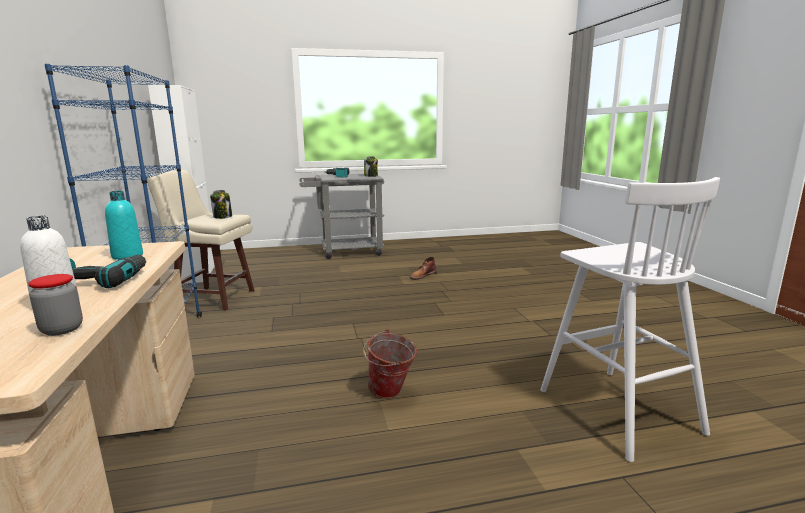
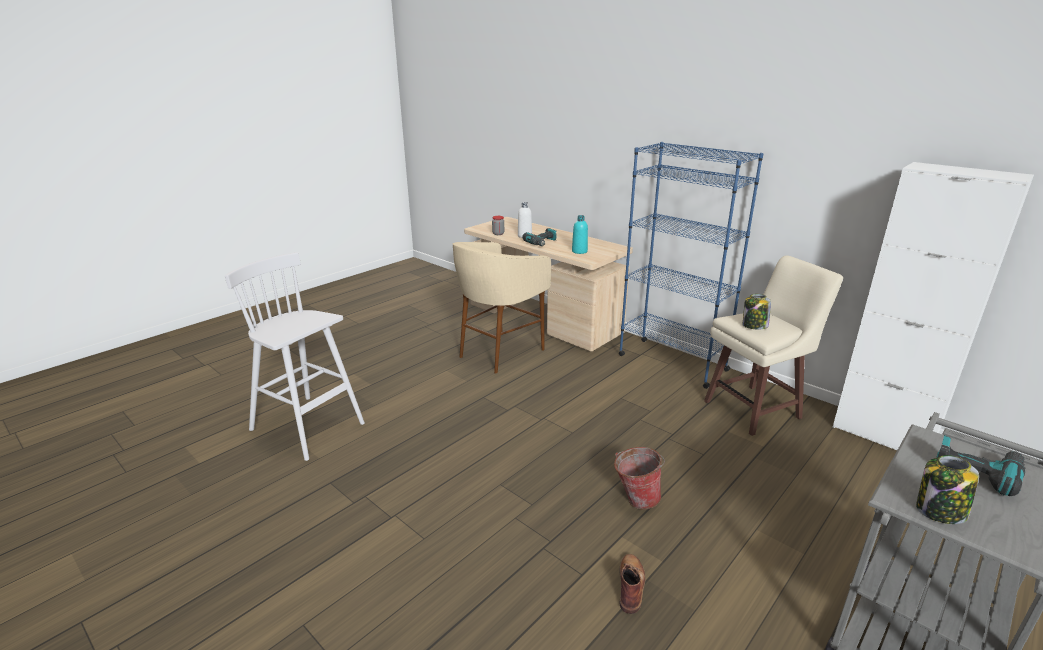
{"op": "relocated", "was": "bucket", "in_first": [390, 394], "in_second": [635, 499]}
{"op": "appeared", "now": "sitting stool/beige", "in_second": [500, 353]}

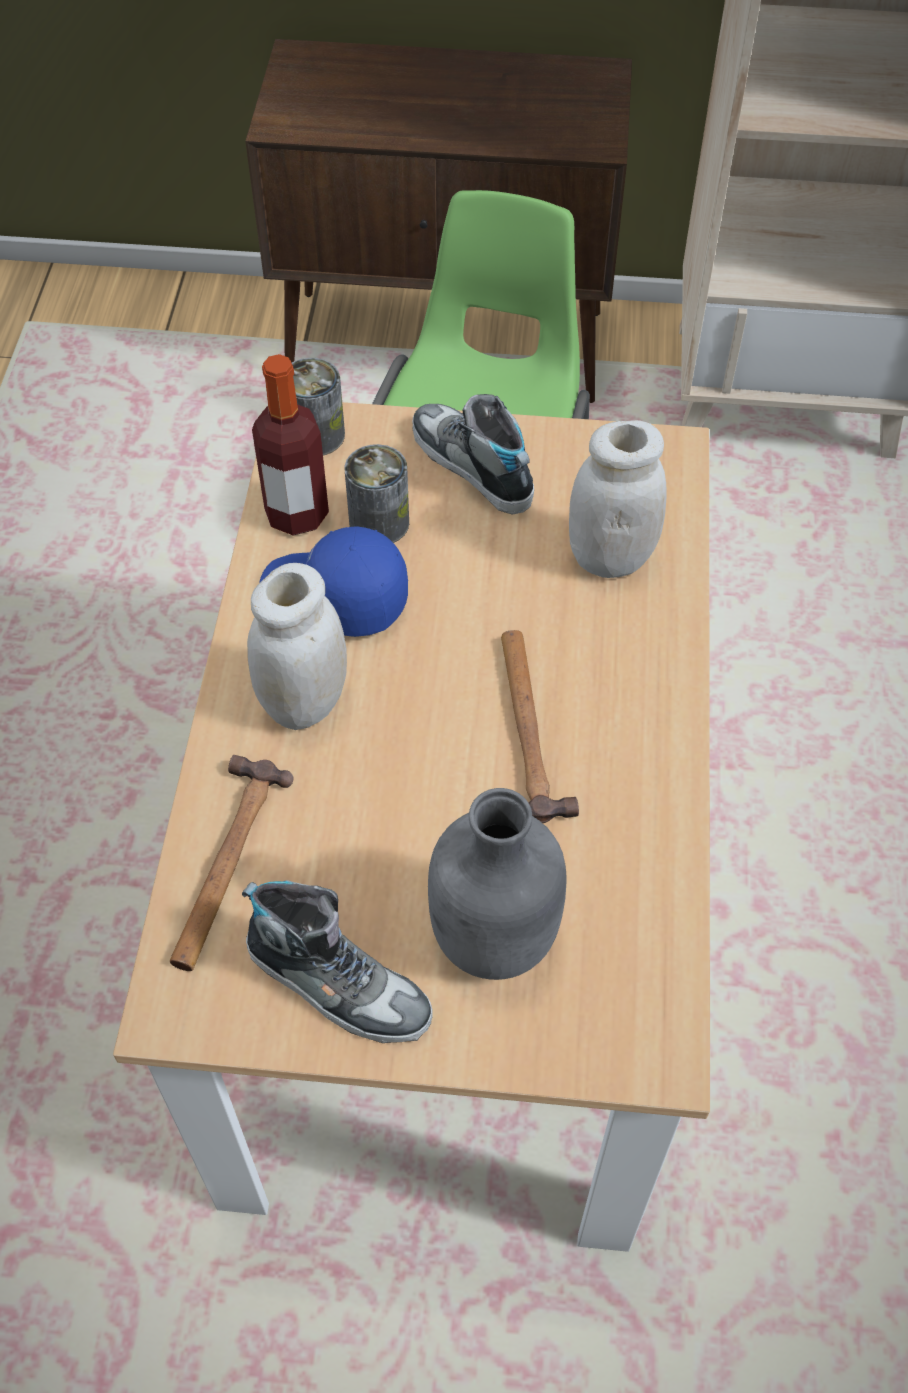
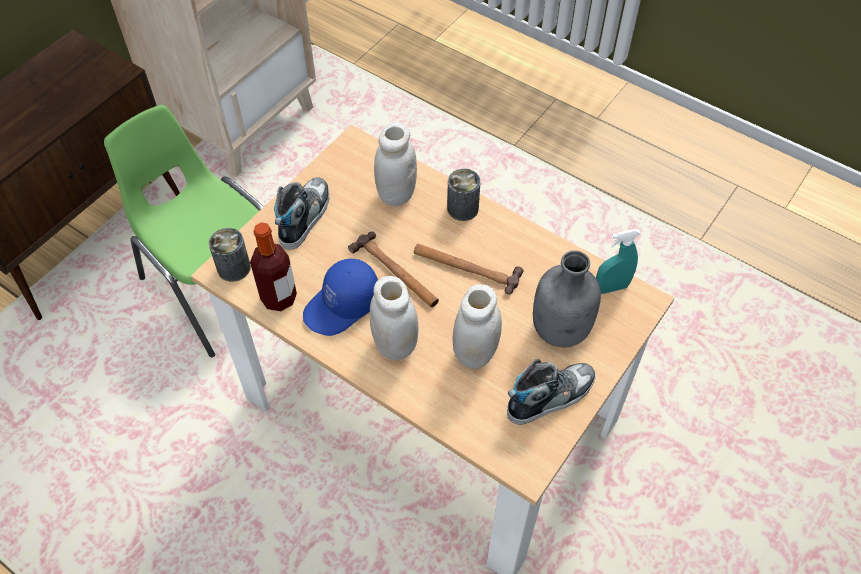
{"op": "spun", "was": "shoe", "in_first": [472, 466], "in_second": [304, 216], "clockwise": 120}
{"op": "relocated", "was": "sealed can", "in_first": [379, 523], "in_second": [462, 208]}
{"op": "relocated", "was": "hand hammer", "in_first": [225, 864], "in_second": [395, 273]}
{"op": "appeared", "now": "spray bottle/turquoise", "in_second": [611, 287]}
{"op": "appeared", "now": "jar/whitish", "in_second": [475, 353]}

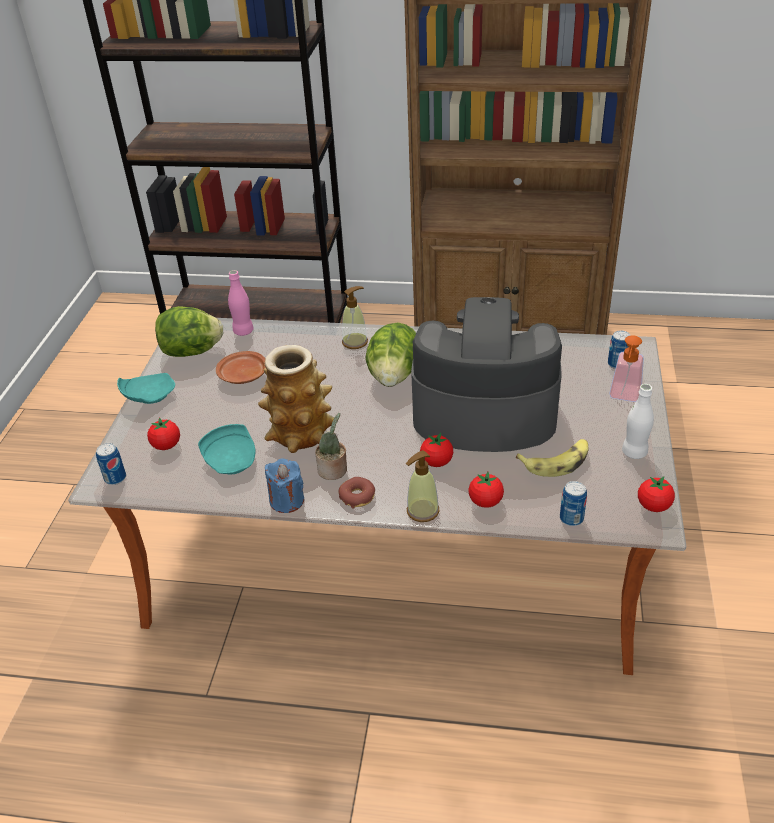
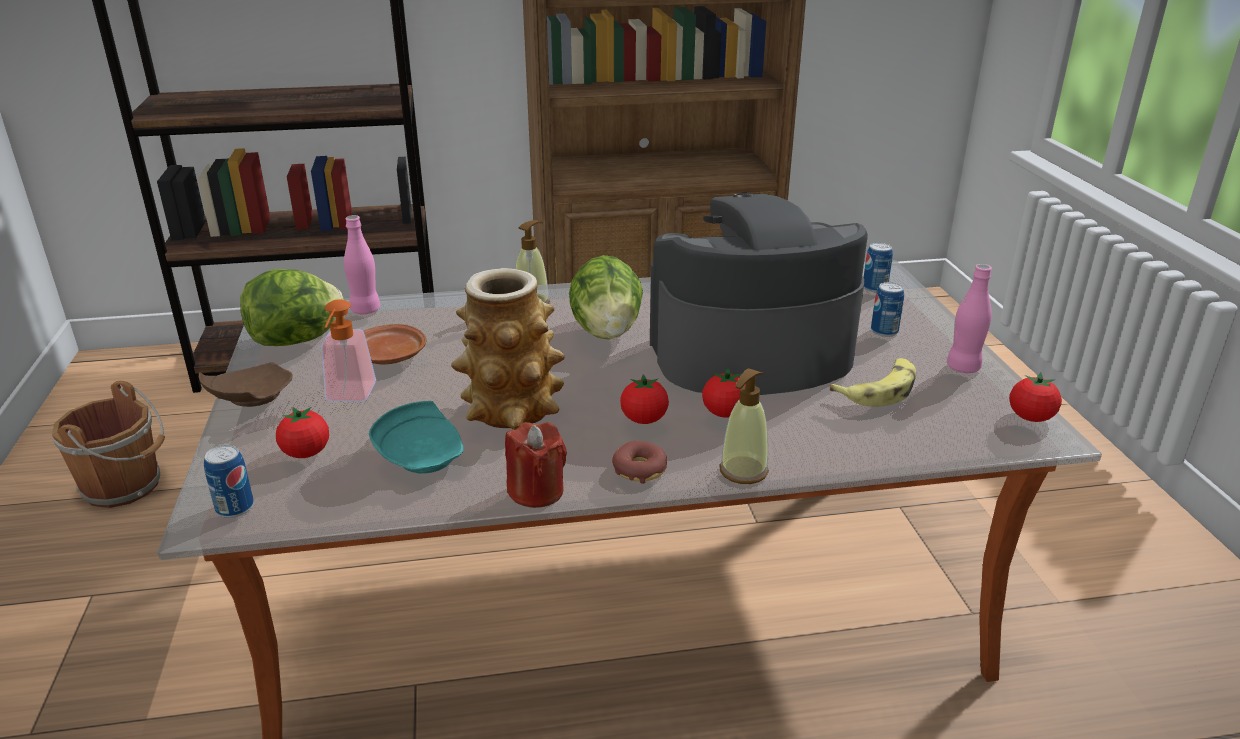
{"op": "relocated", "was": "liquid soap bottle", "in_first": [624, 396], "in_second": [349, 397]}
{"op": "colour", "was": "dinner plate/turquoise", "now": "dinner plate/brownish", "in_first": [148, 396], "in_second": [249, 398]}
{"op": "colour", "was": "bottle/whitish", "now": "bottle/pink-coloured", "in_first": [634, 452], "in_second": [963, 367]}
{"op": "missing", "was": "plant in a pot", "in_first": [334, 471]}
{"op": "colour", "was": "wax candle/bluish", "now": "wax candle/red-coloured", "in_first": [287, 500], "in_second": [536, 491]}
{"op": "relocated", "was": "whole tomato", "in_first": [485, 501], "in_second": [644, 419]}
{"op": "relocated", "was": "sealed can", "in_first": [571, 518], "in_second": [884, 331]}
{"op": "appeared", "now": "bucket/brownish", "in_second": [126, 486]}

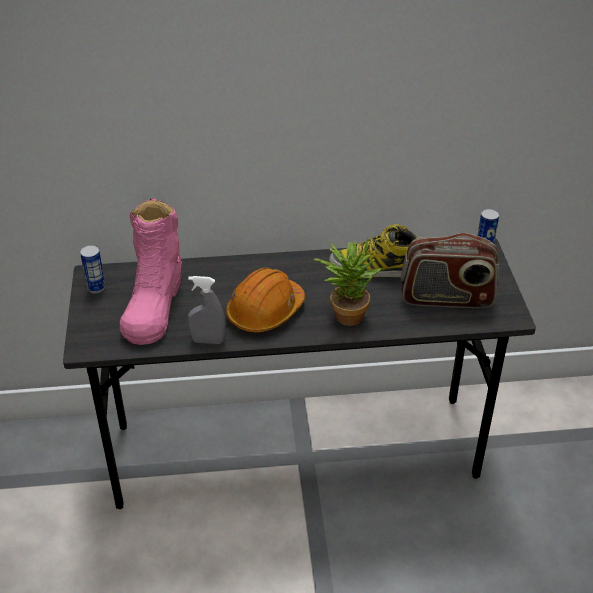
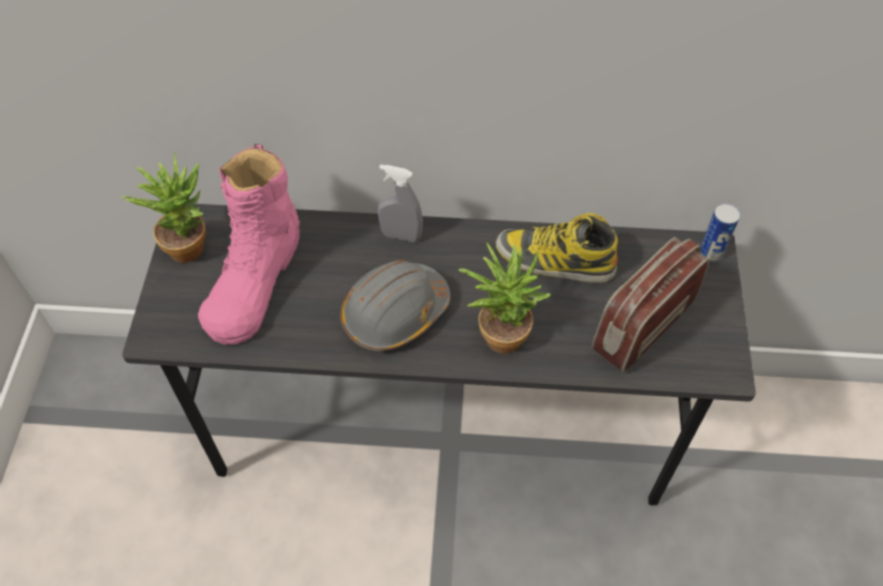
{"op": "spun", "was": "radio set", "in_first": [446, 298], "in_second": [642, 326], "clockwise": 120}
{"op": "exchanged", "was": "sealed can", "now": "plant in a pot", "in_first": [96, 288], "in_second": [188, 243]}
{"op": "colour", "was": "safety helmet/orangey", "now": "safety helmet/grey", "in_first": [265, 312], "in_second": [395, 313]}
{"op": "relocated", "was": "spray bottle/grey", "in_first": [208, 341], "in_second": [401, 235]}

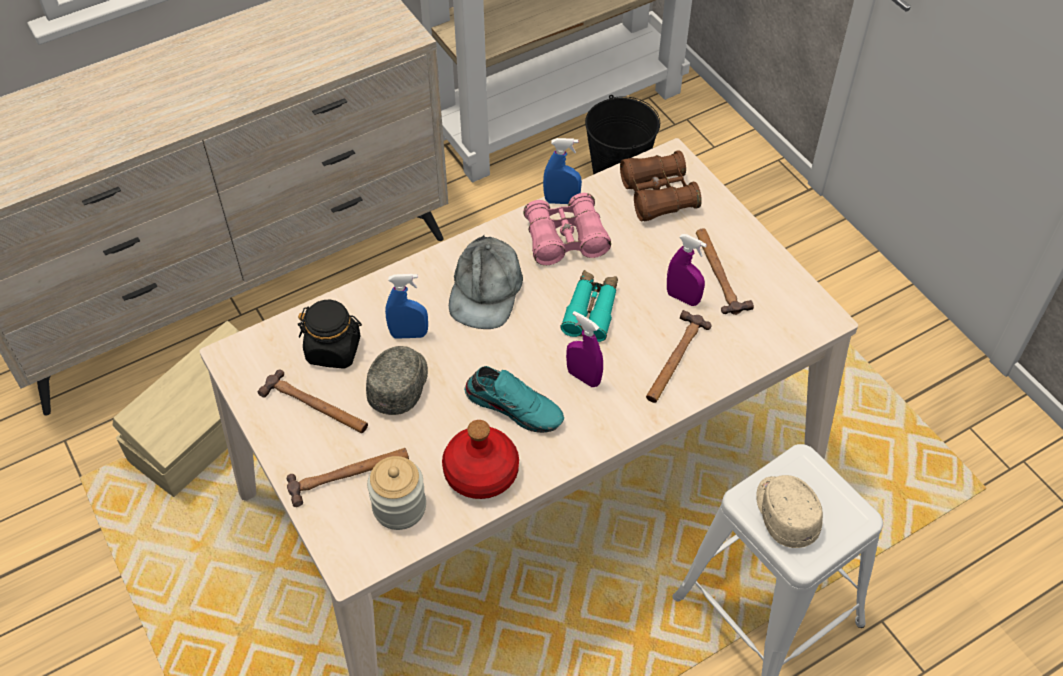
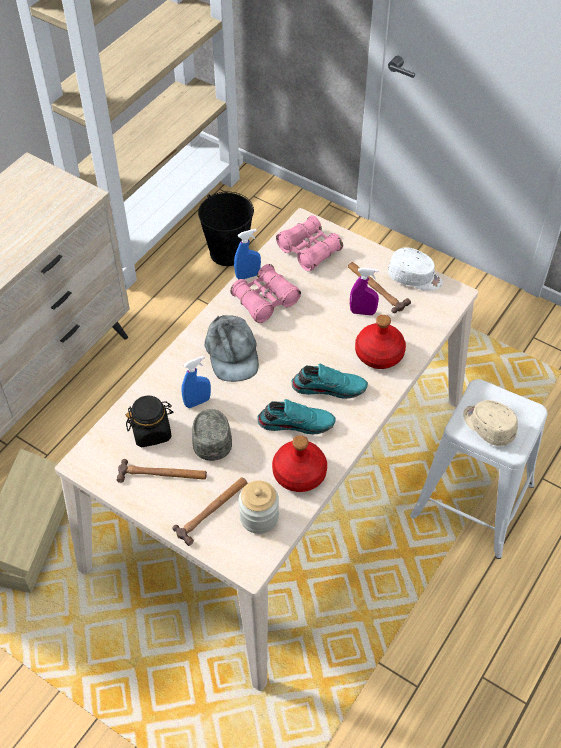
{"op": "colour", "was": "field glasses/brownish", "now": "field glasses/pink-coloured", "in_first": [658, 195], "in_second": [309, 250]}
{"op": "missing", "was": "field glasses/turquoise", "in_first": [591, 310]}
{"op": "exchanged", "was": "hand hammer", "now": "bottle/red-coloured", "in_first": [674, 359], "in_second": [379, 353]}
{"op": "exchanged", "was": "spray bottle/purplish", "now": "shoe/turquoise", "in_first": [583, 377], "in_second": [329, 386]}
{"op": "appeared", "now": "baseball cap/whitish", "in_second": [415, 277]}

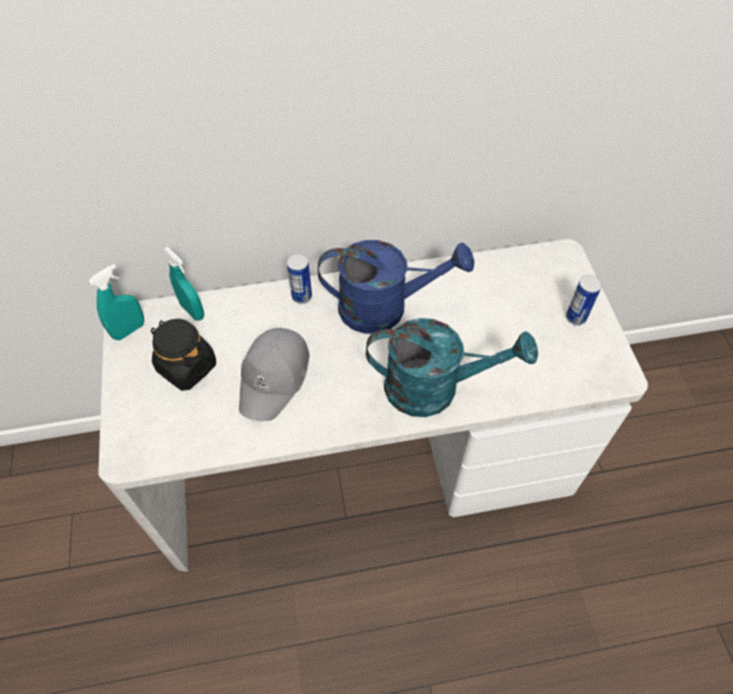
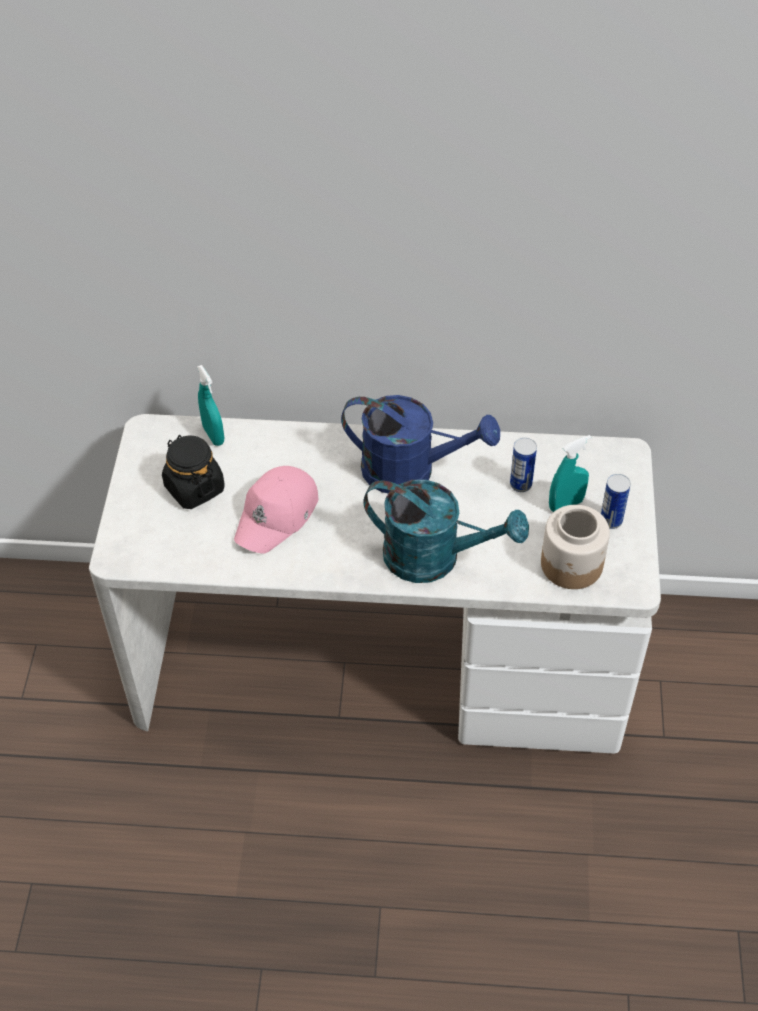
{"op": "relocated", "was": "sealed can", "in_first": [302, 296], "in_second": [520, 484]}
{"op": "relocated", "was": "spray bottle/turquoise", "in_first": [129, 330], "in_second": [566, 504]}
{"op": "colour", "was": "baseball cap/grey", "now": "baseball cap/pink-coloured", "in_first": [275, 377], "in_second": [278, 515]}
{"op": "appeared", "now": "jar", "in_second": [572, 565]}

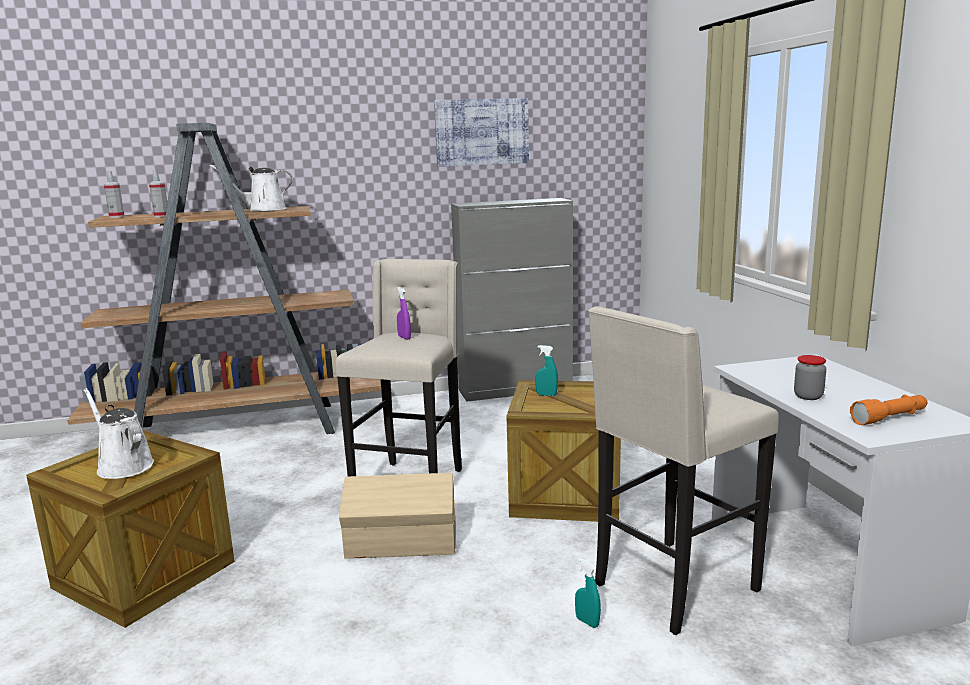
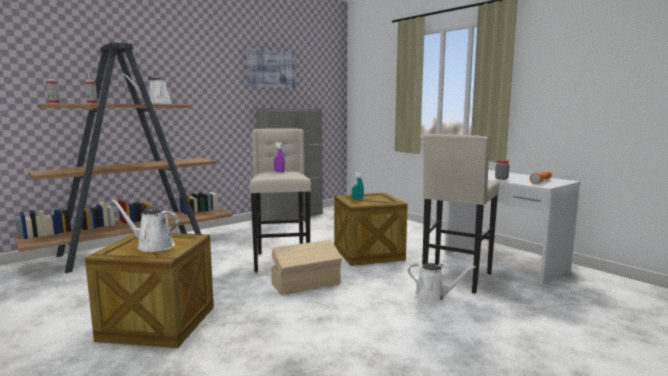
{"op": "exchanged", "was": "spray bottle/turquoise", "now": "watering can/whitish", "in_first": [587, 622], "in_second": [433, 296]}

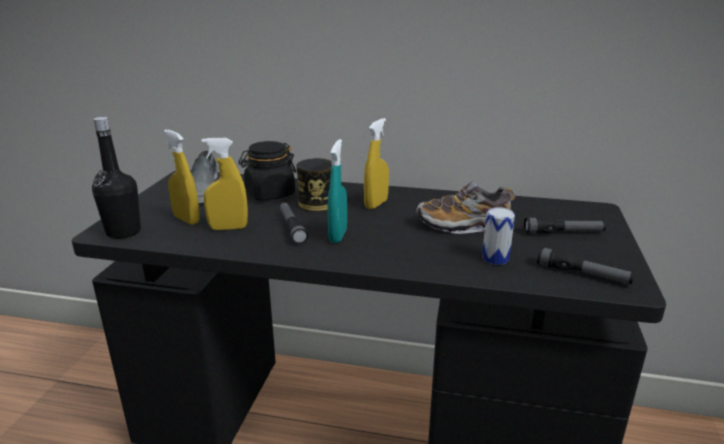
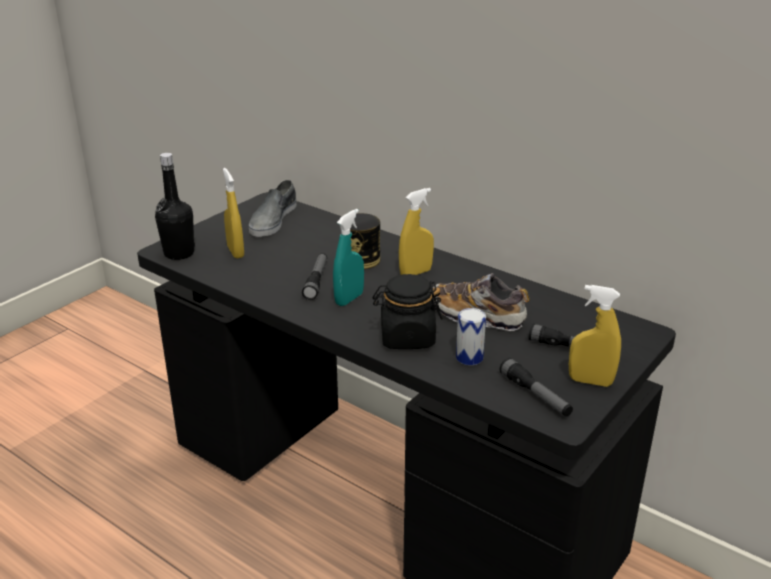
{"op": "relocated", "was": "spray bottle/yellowish", "in_first": [228, 228], "in_second": [590, 381]}
{"op": "relocated", "was": "jar/black", "in_first": [270, 194], "in_second": [407, 337]}

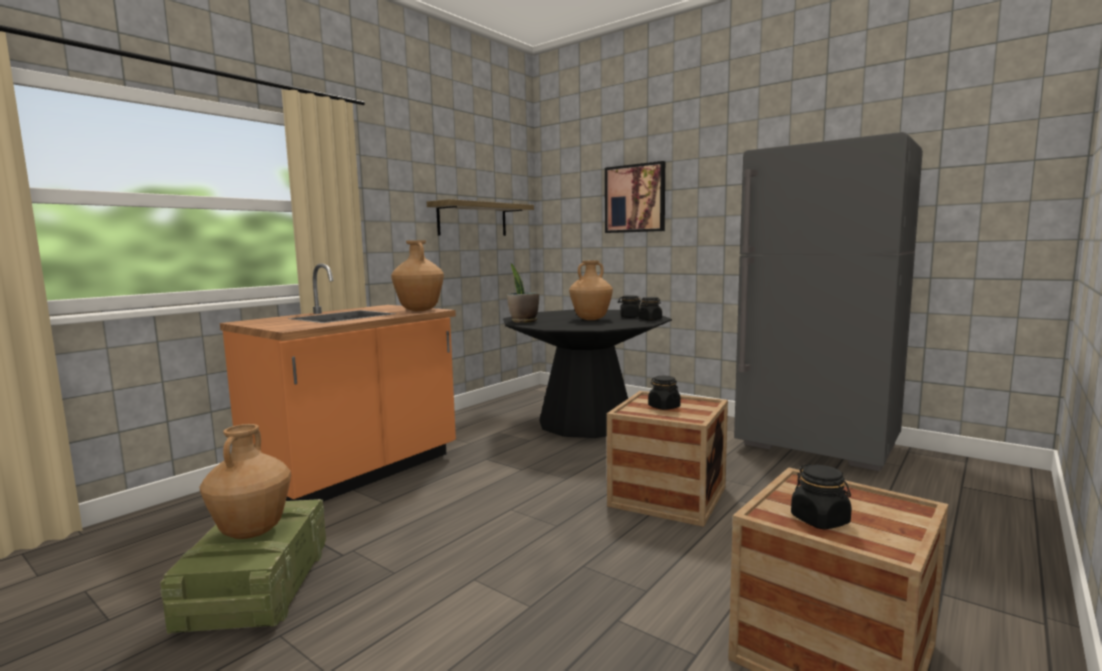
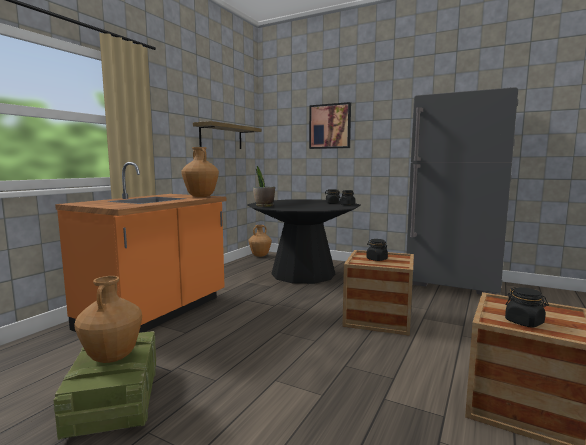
{"op": "relocated", "was": "decorative vase/brownish", "in_first": [591, 319], "in_second": [260, 256]}

